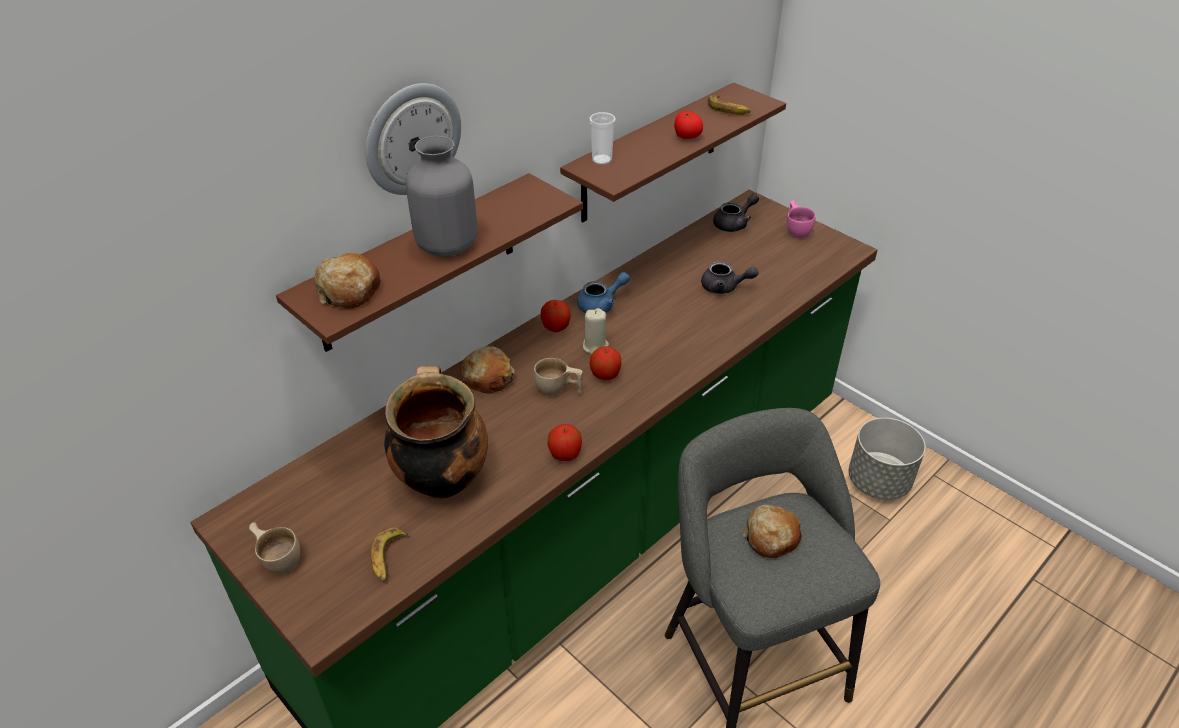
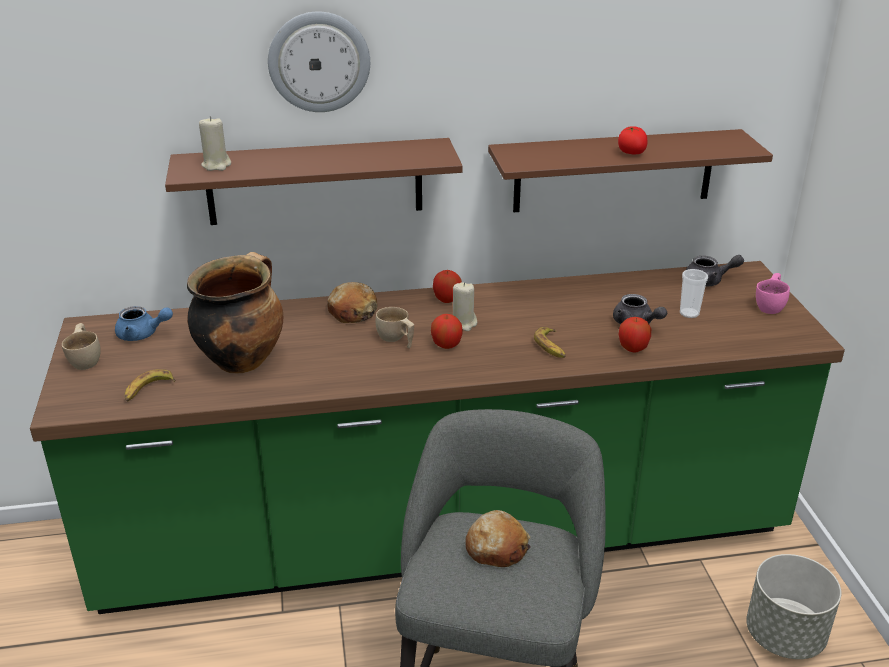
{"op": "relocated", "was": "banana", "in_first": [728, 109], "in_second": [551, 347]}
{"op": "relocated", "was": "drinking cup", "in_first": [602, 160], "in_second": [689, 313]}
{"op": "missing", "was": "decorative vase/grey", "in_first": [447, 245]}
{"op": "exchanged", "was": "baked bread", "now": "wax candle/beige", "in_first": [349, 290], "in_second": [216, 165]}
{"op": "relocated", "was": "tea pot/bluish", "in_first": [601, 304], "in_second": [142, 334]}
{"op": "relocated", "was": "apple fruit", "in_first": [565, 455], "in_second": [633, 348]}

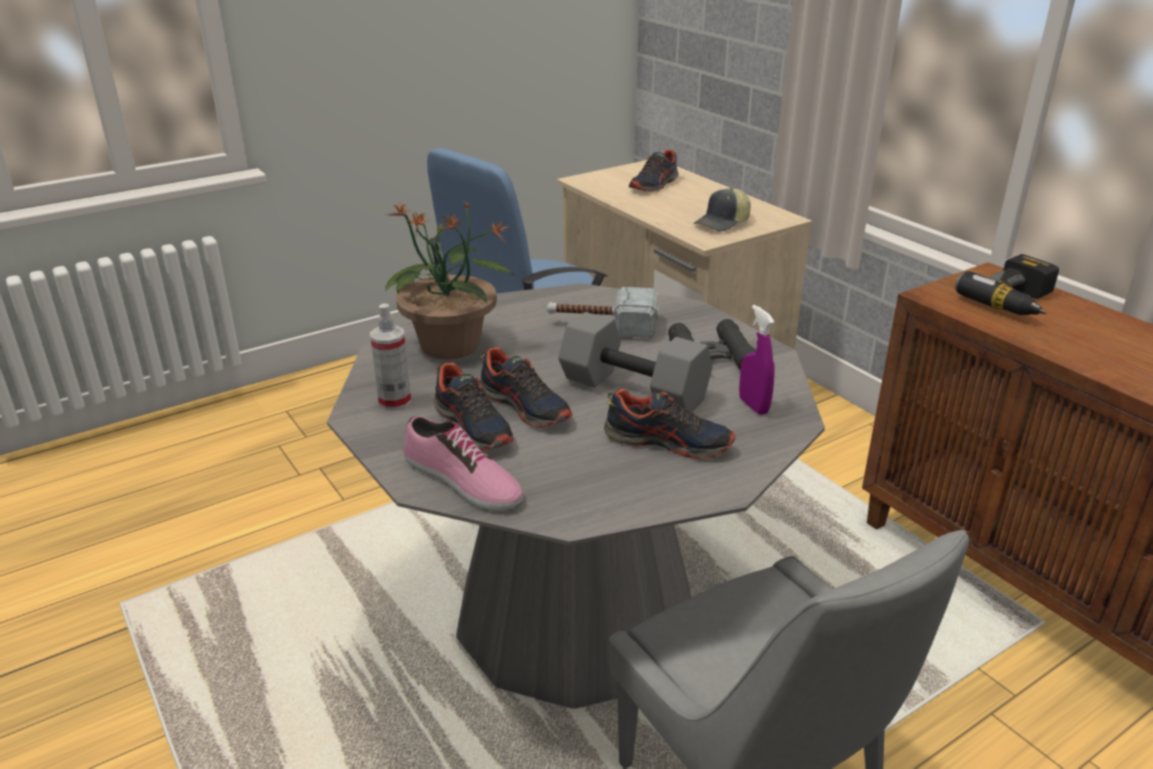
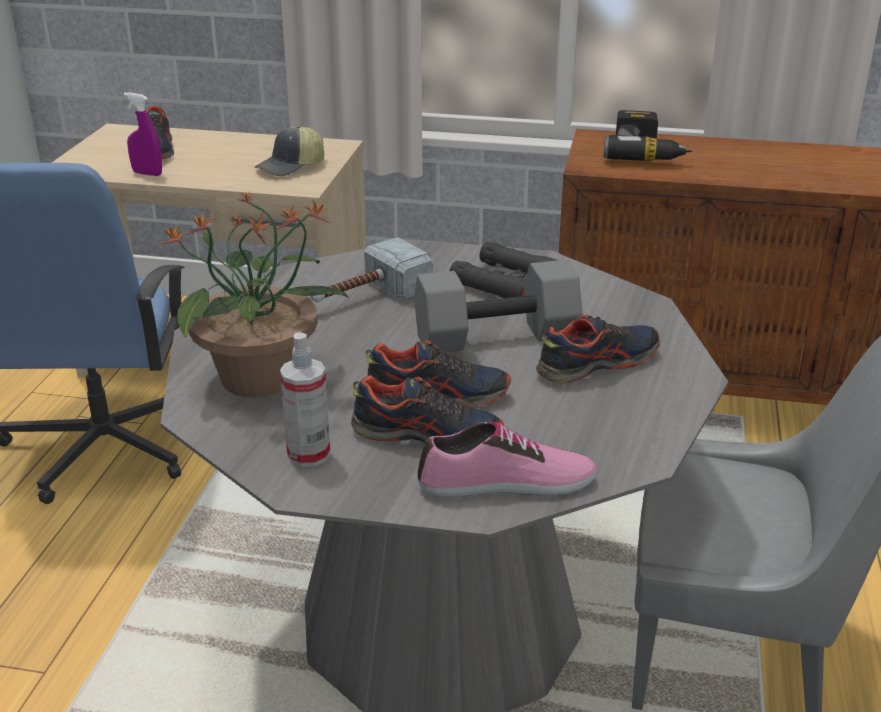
{"op": "spun", "was": "baseball cap", "in_first": [723, 223], "in_second": [291, 167], "clockwise": 45}
{"op": "relocated", "was": "spray bottle/purplish", "in_first": [753, 406], "in_second": [147, 173]}

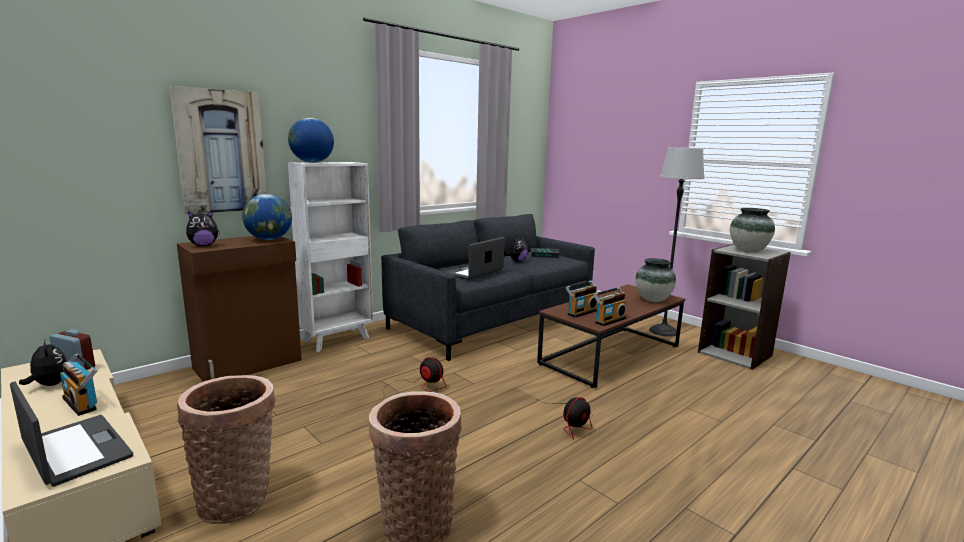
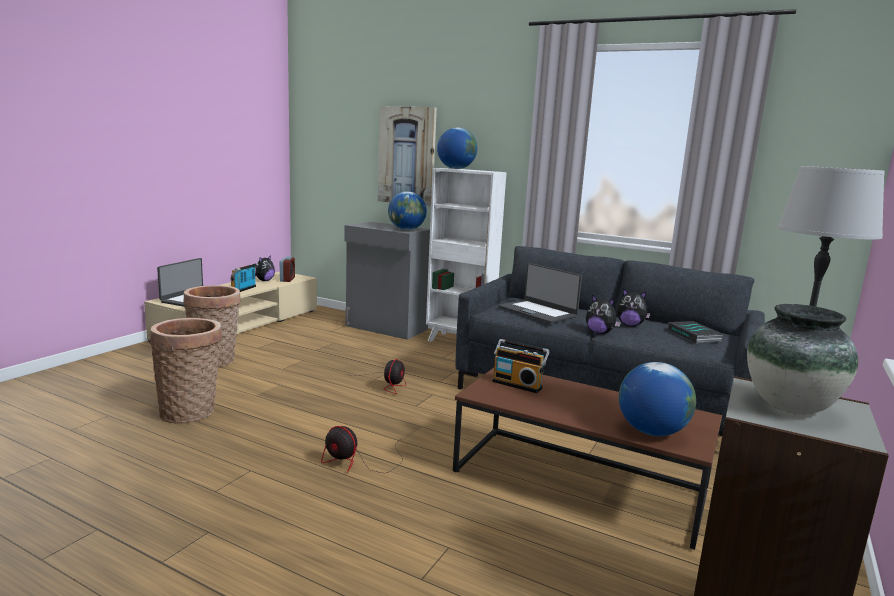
{"op": "relocated", "was": "plush toy", "in_first": [203, 245], "in_second": [600, 333]}
{"op": "colour", "was": "cabinet/brownish", "now": "cabinet/grey", "in_first": [249, 364], "in_second": [386, 328]}
{"op": "spun", "was": "notebook computer", "in_first": [474, 272], "in_second": [538, 312], "clockwise": -150}
{"op": "exchanged", "was": "decorative vase", "now": "desk globe", "in_first": [652, 300], "in_second": [651, 432]}
{"op": "missing", "was": "radio set", "in_first": [609, 320]}

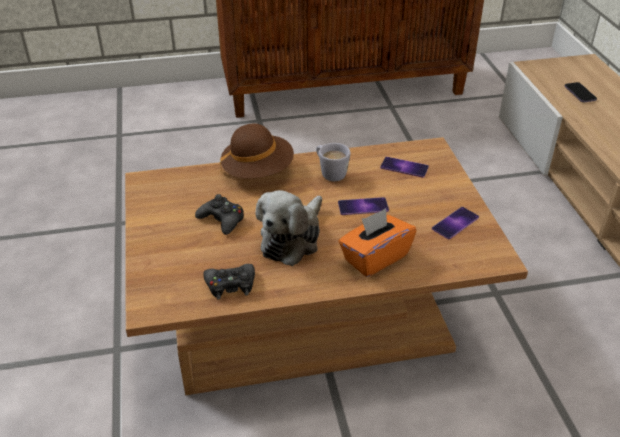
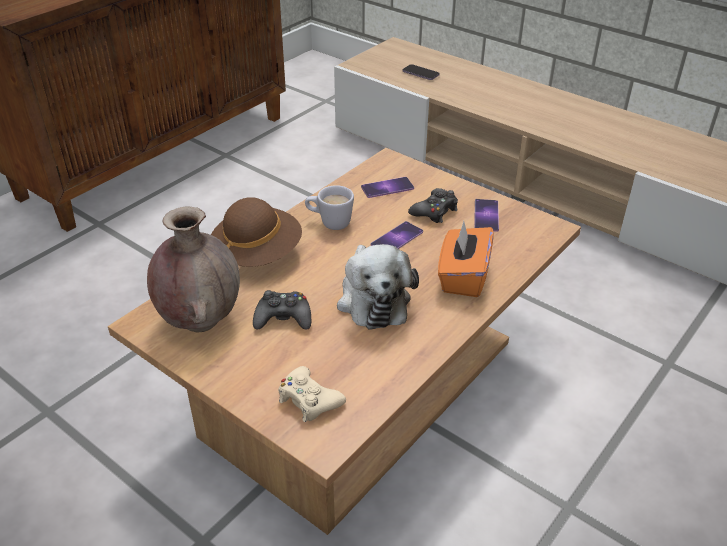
{"op": "relocated", "was": "game controller/black", "in_first": [230, 285], "in_second": [434, 211]}
{"op": "appeared", "now": "decorative vase/brownish", "in_second": [200, 320]}
{"op": "appeared", "now": "game controller/beige", "in_second": [309, 400]}

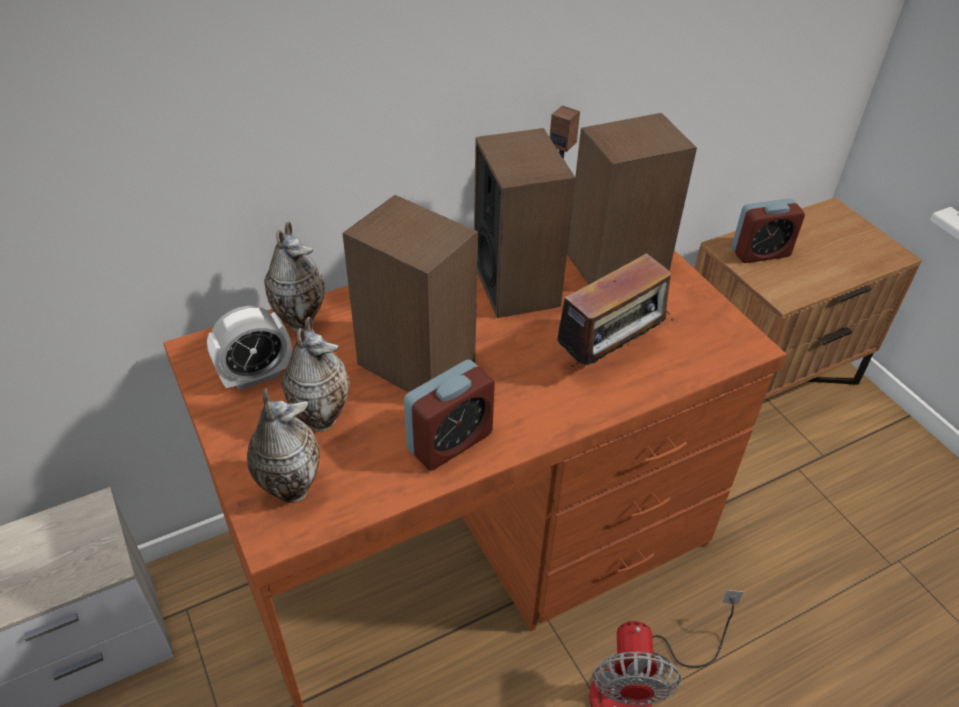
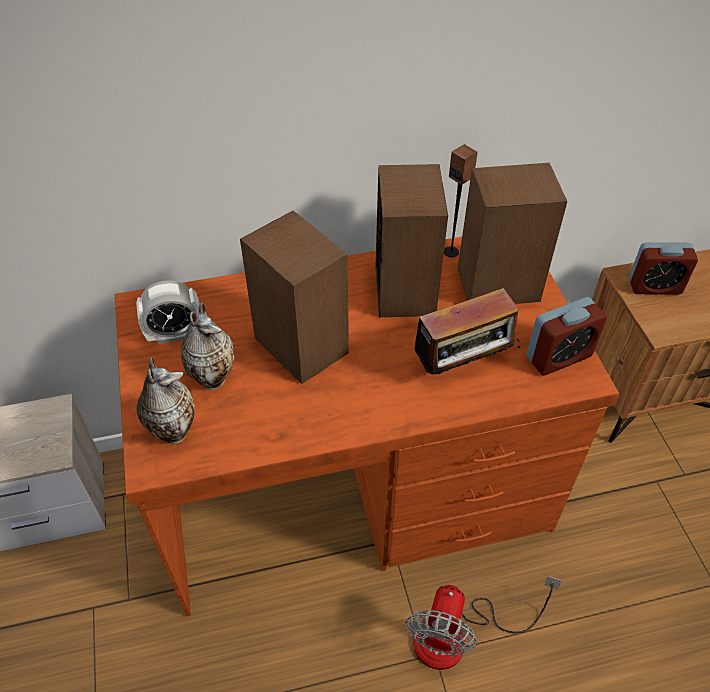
{"op": "missing", "was": "decorative vase", "in_first": [301, 319]}
{"op": "relocated", "was": "table clock", "in_first": [450, 442], "in_second": [558, 357]}

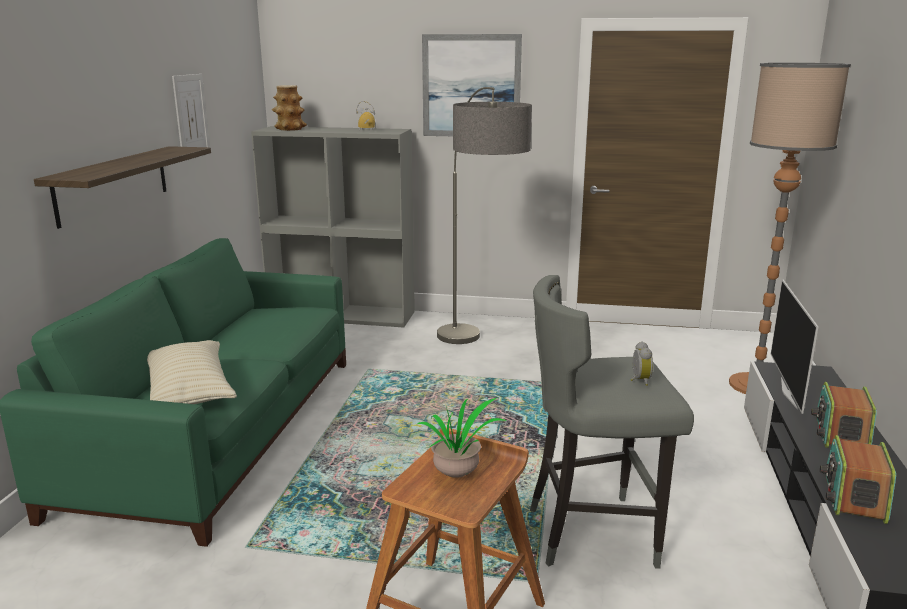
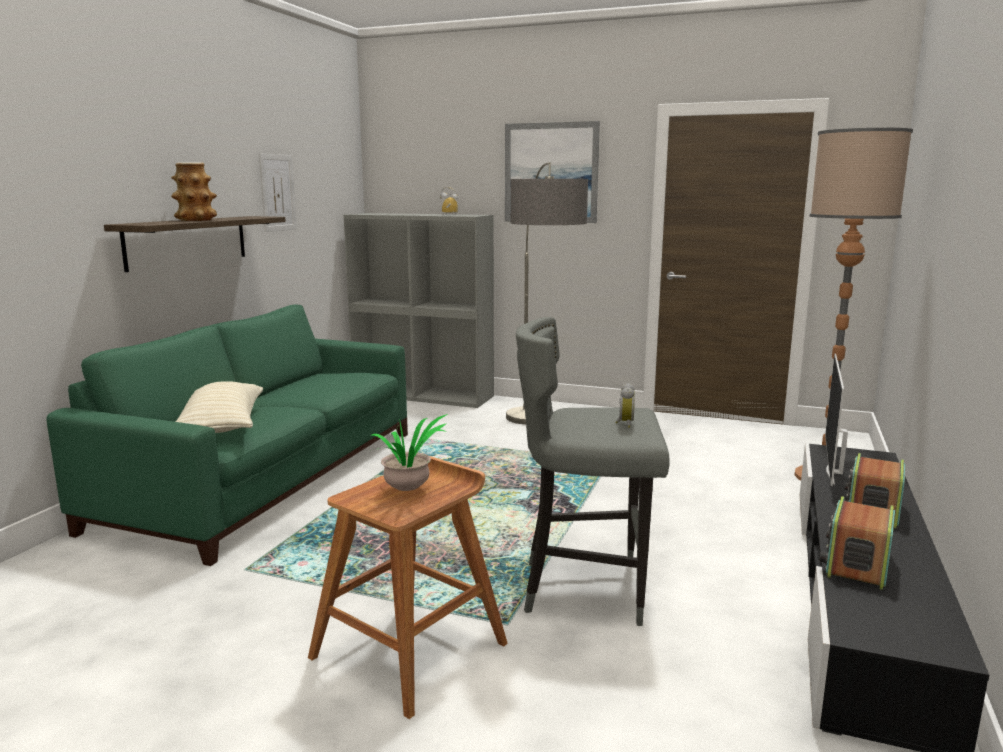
{"op": "relocated", "was": "decorative vase", "in_first": [290, 129], "in_second": [196, 220]}

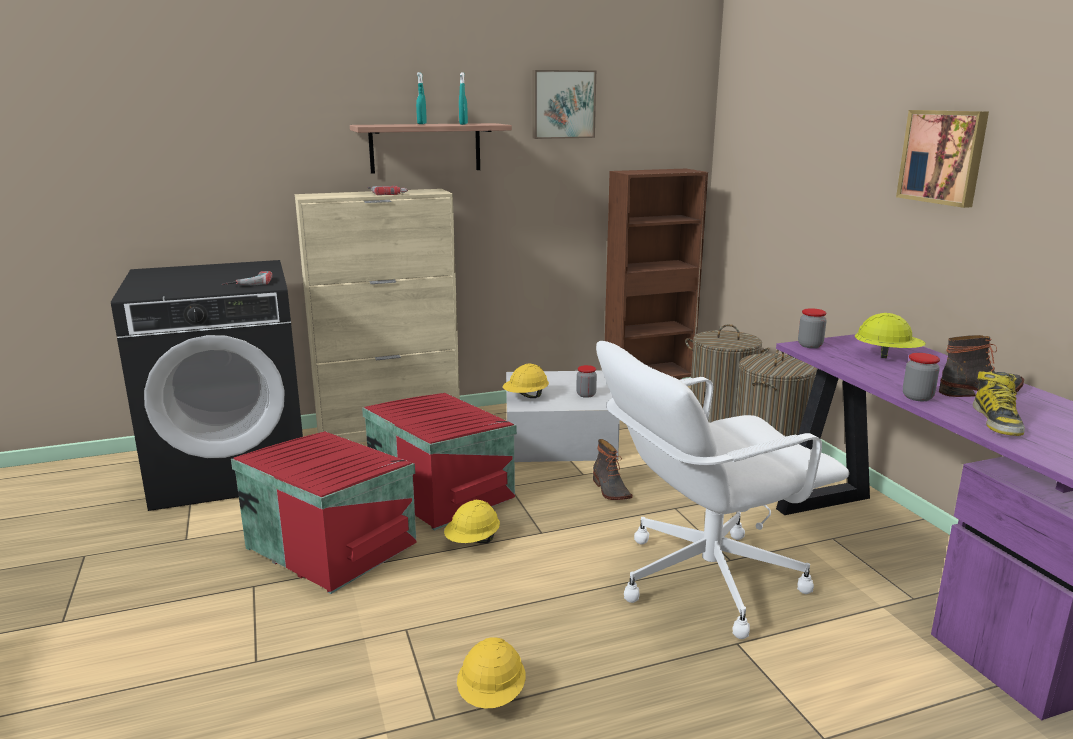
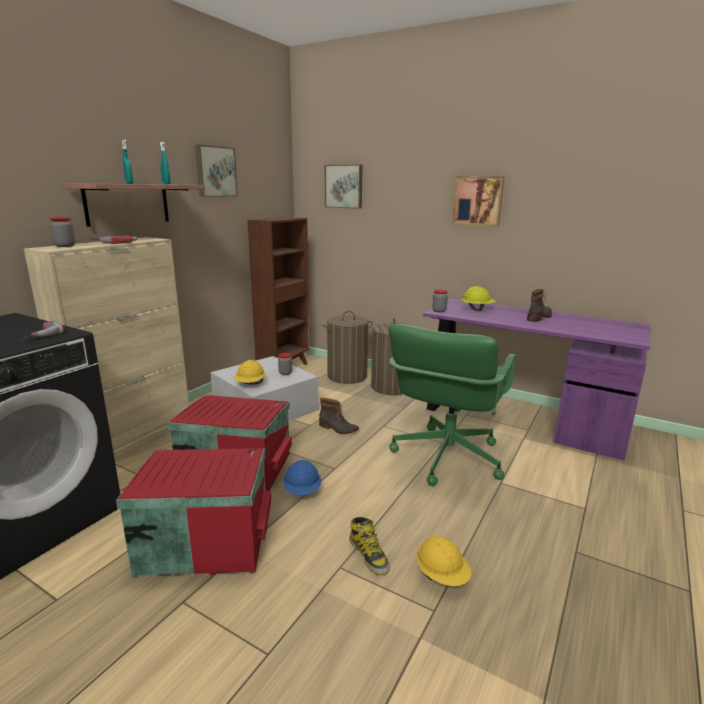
{"op": "colour", "was": "computer chair/whitish", "now": "computer chair/greenish", "in_first": [705, 578], "in_second": [446, 457]}
{"op": "relocated", "was": "jar", "in_first": [917, 397], "in_second": [65, 246]}
{"op": "relocated", "was": "tall boot", "in_first": [997, 421], "in_second": [369, 555]}
{"op": "colour", "was": "safety helmet/yellowish", "now": "safety helmet/bluish", "in_first": [473, 541], "in_second": [302, 491]}
{"op": "appeared", "now": "wall art", "in_second": [344, 186]}

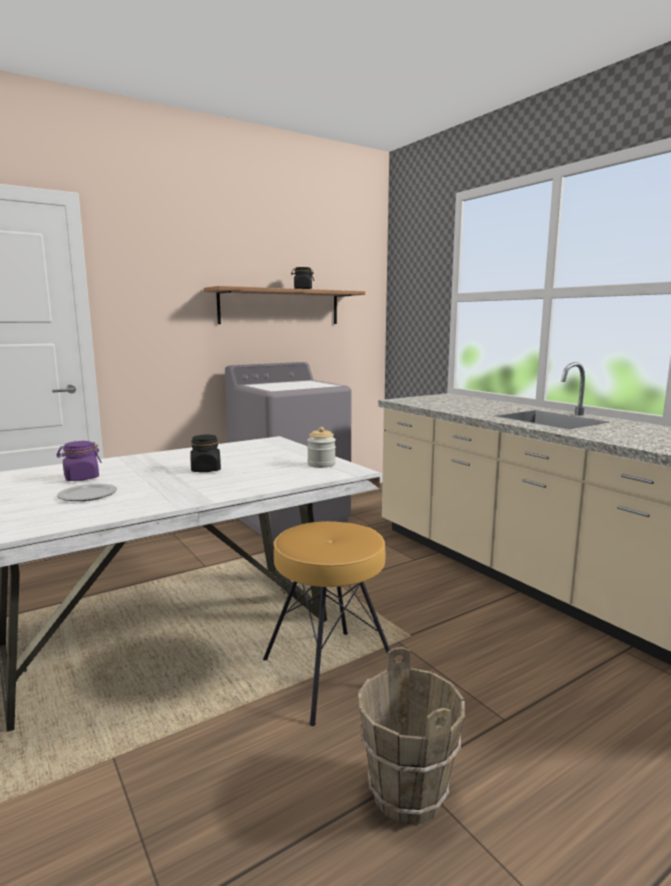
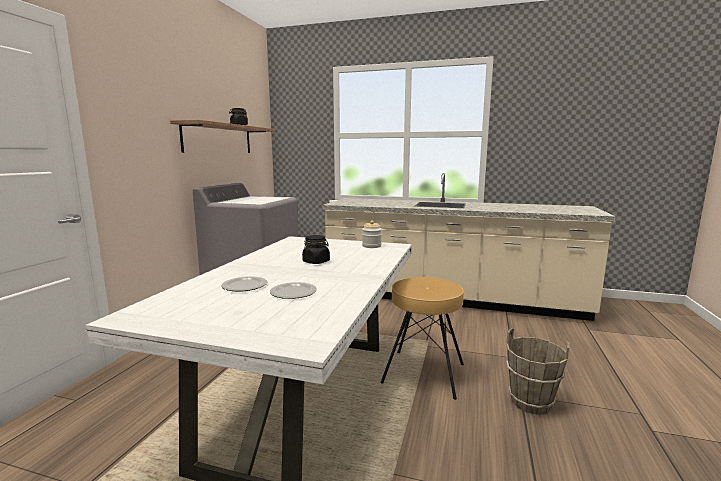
{"op": "exchanged", "was": "jar/purplish", "now": "dinner plate", "in_first": [81, 478], "in_second": [244, 285]}

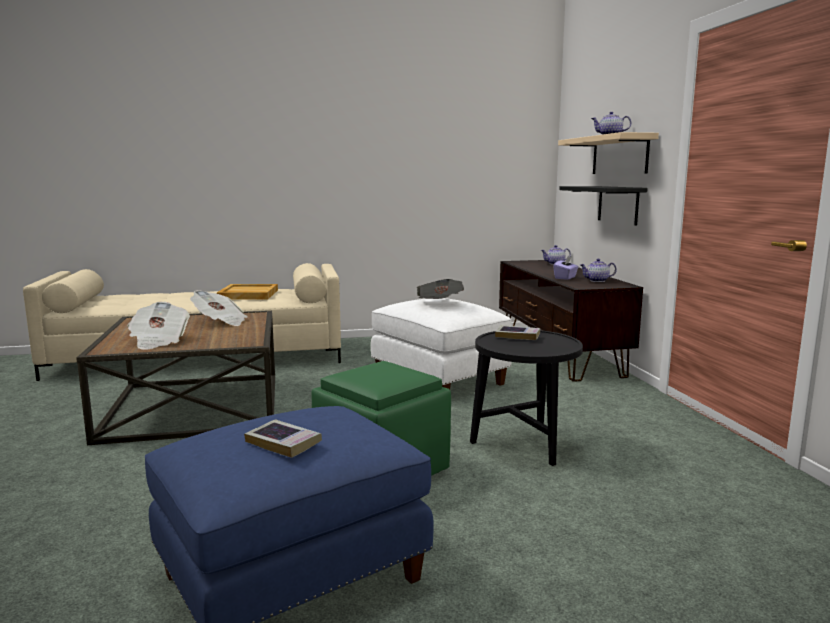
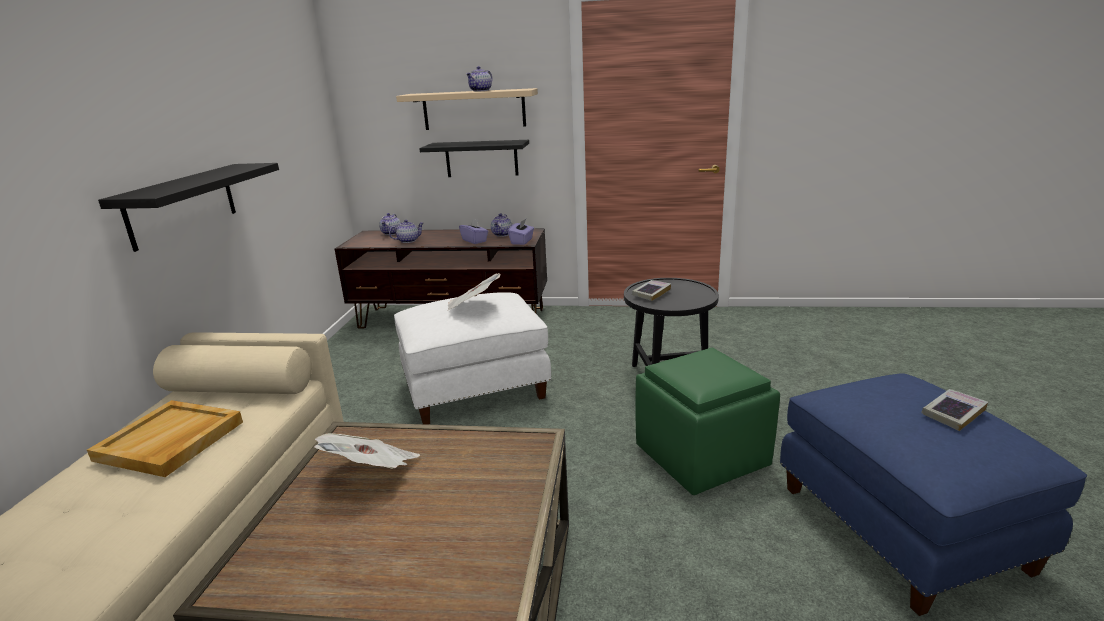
{"op": "missing", "was": "daily paper", "in_first": [159, 341]}
{"op": "appeared", "now": "wall shelf/black", "in_second": [182, 205]}
{"op": "appeared", "now": "tissue holder/purplish", "in_second": [522, 241]}
{"op": "appeared", "now": "tea pot", "in_second": [408, 240]}

